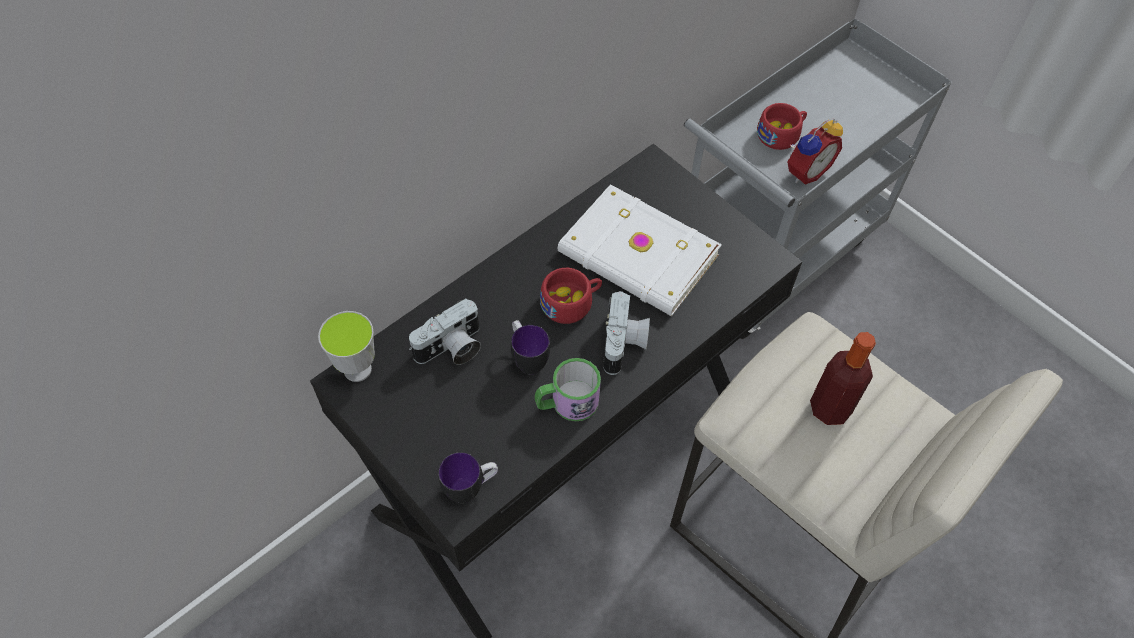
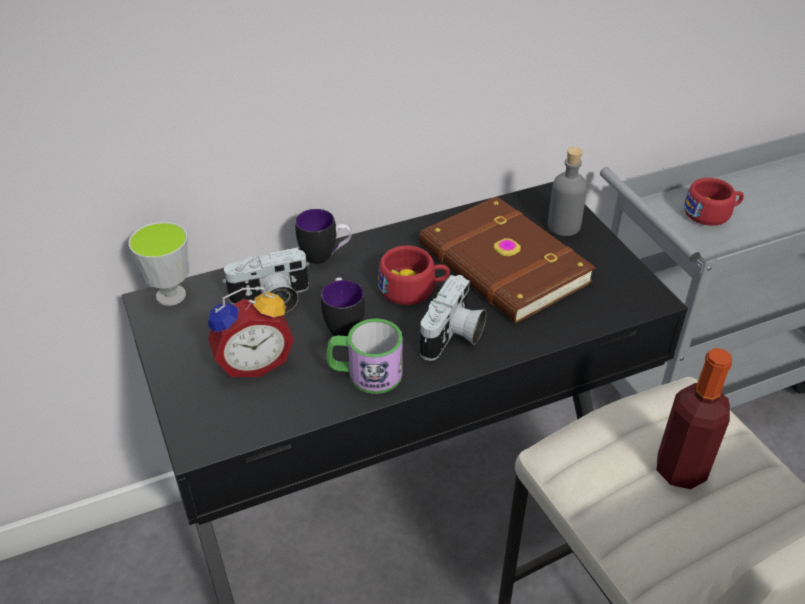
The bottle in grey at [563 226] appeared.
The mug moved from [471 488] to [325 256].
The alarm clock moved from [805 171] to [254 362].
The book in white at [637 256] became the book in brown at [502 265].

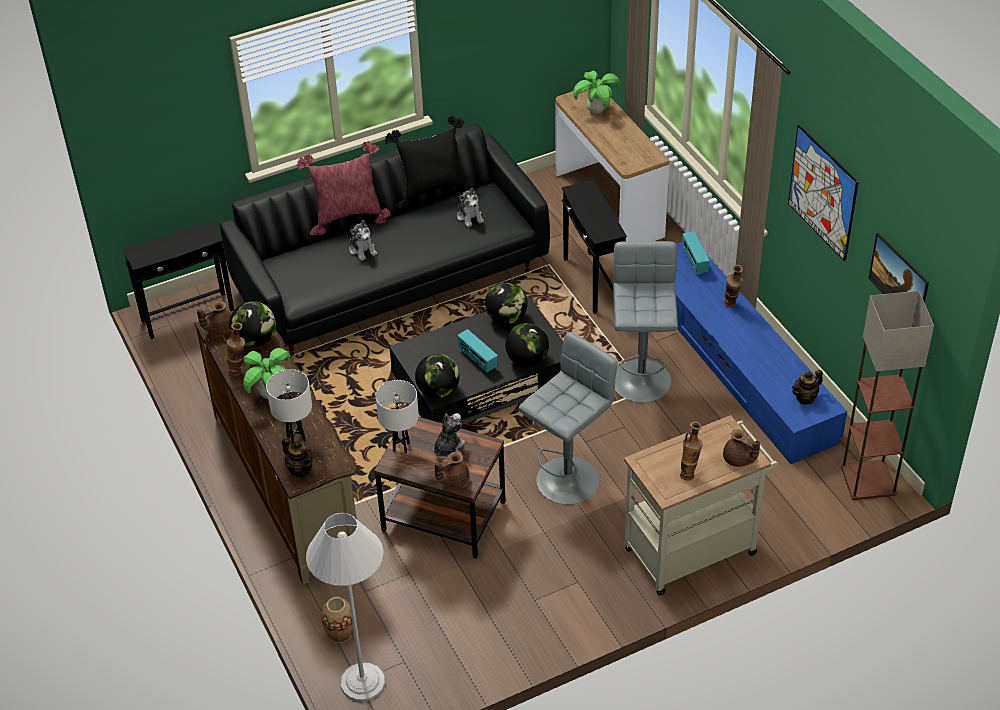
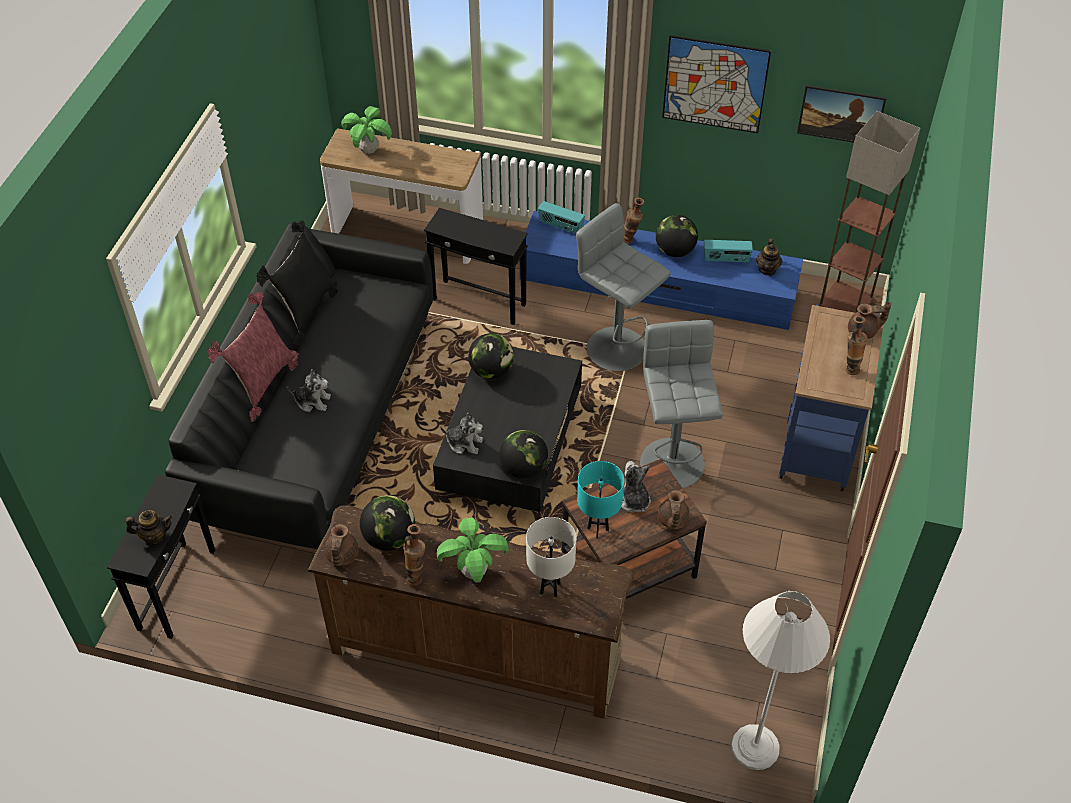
The vase at [340 633] disappeared.
The teapot moved from [300 469] to [154 536].
The plush toy moved from [470 216] to [464 443].
The radio moved from [477 360] to [726 260].
The globe moved from [527 360] to [675 251].
The table lamp in white at [401 447] became the table lamp in turquoise at [598 529].
The cart in beige at [694 551] became the cart in blue at [818 441].

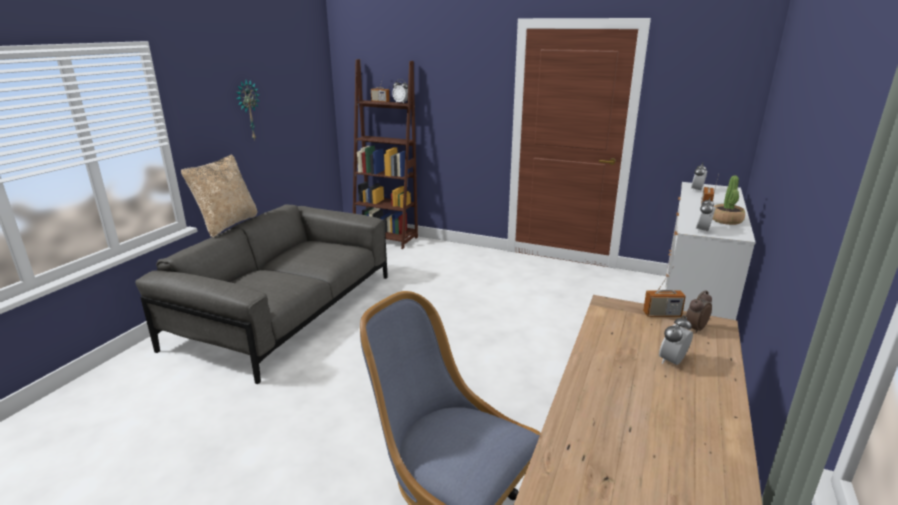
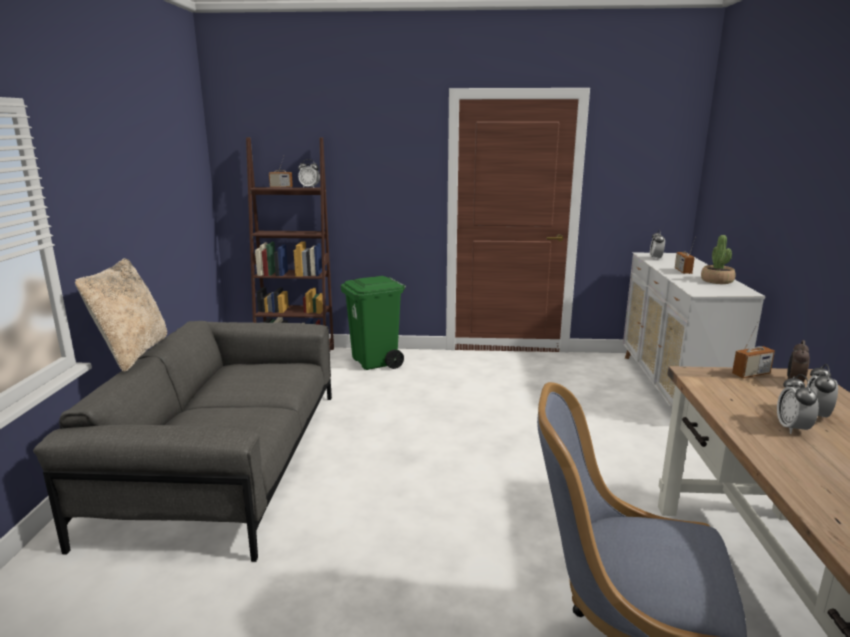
The wall clock at [248 110] disappeared.
The trash can in green at [375 362] appeared.
The alarm clock moved from [703 231] to [792 428].

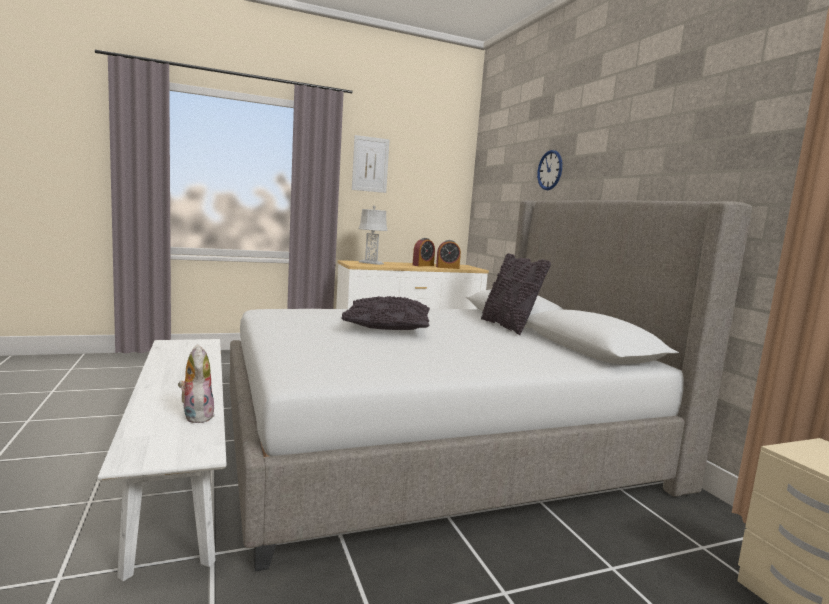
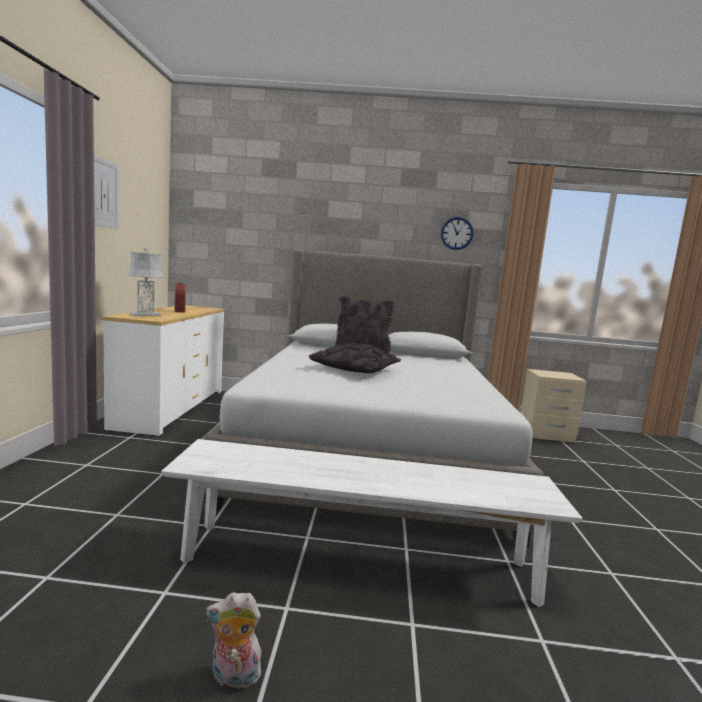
The alarm clock at [447 267] disappeared.
The plush toy moved from [196 416] to [233 678].
The wall clock moved from [550 170] to [456 233].

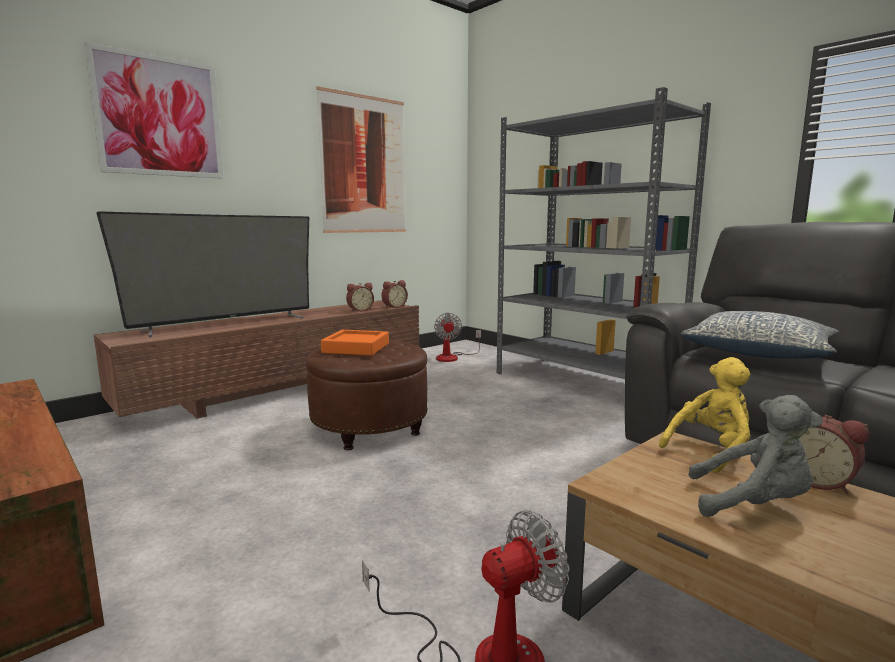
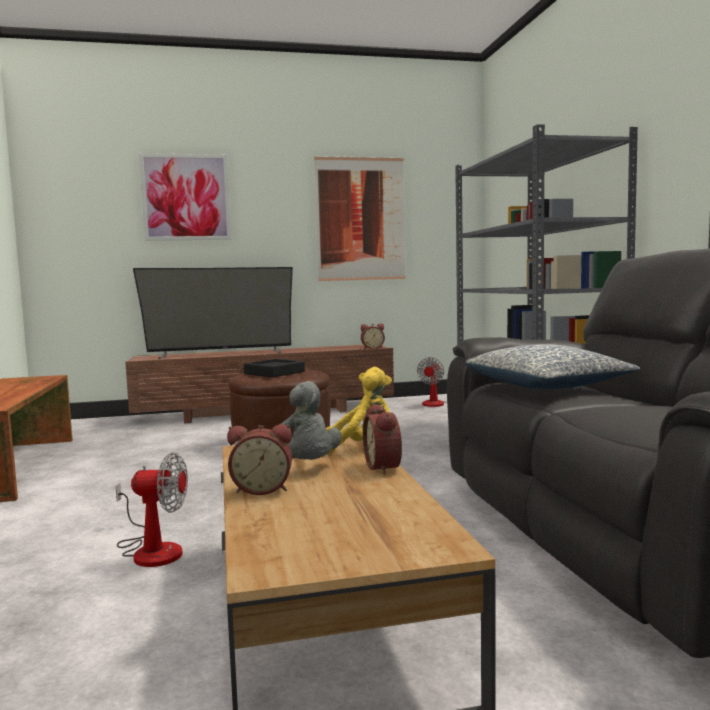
The alarm clock moved from [360 310] to [262 489].
The tray in orange at [356 348] became the tray in black at [274 372].

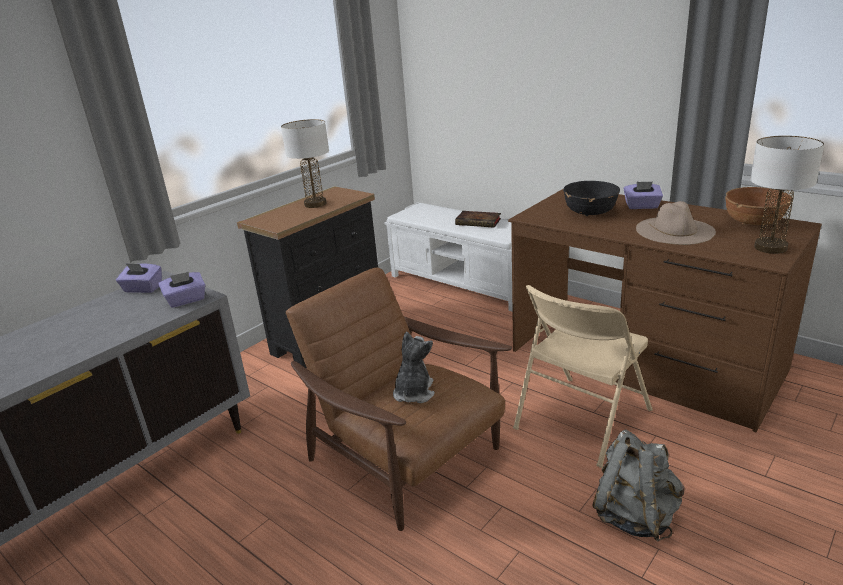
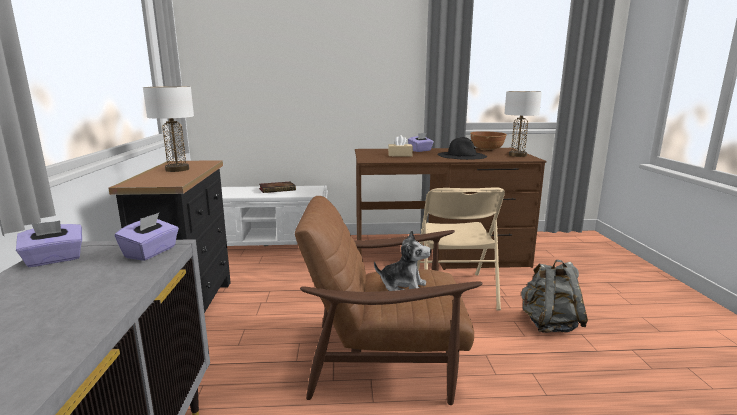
The bowl in black at [590 213] was replaced by the tissue box in beige at [400 155].
The hat in beige at [675 230] became the hat in black at [462 155].
The plush toy at [413 393] turned 135 degrees clockwise.

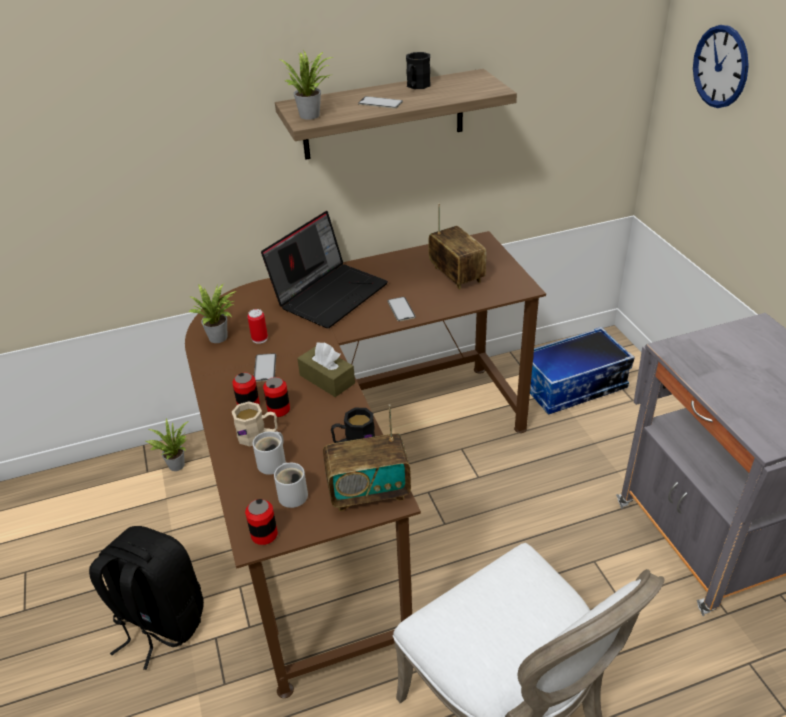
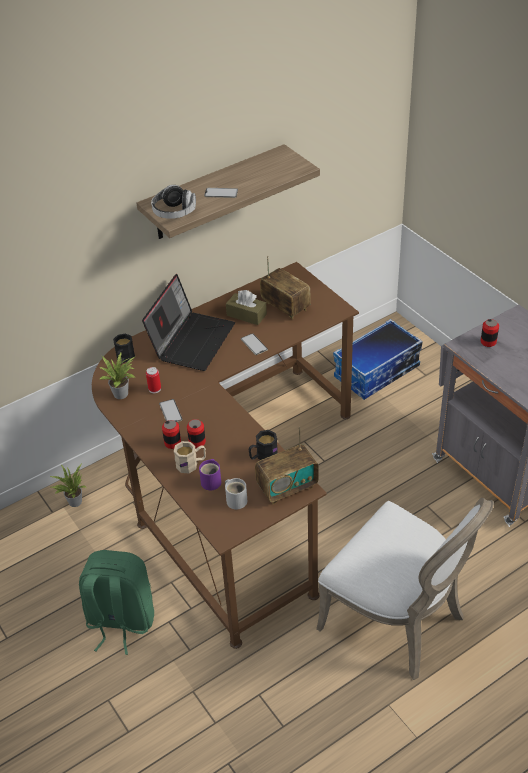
The wall clock at [720 66] disappeared.
The can moved from [264 535] to [488 342].
The tissue box in brown moved from [327 379] to [246 315].
The mug in black moved from [416 86] to [124 359].
The potted plant at [312 115] was replaced by the headphones at [174 212].
The backpack in black at [159 622] became the backpack in green at [120 621].
The mug in white at [274 462] became the mug in purple at [212 481].

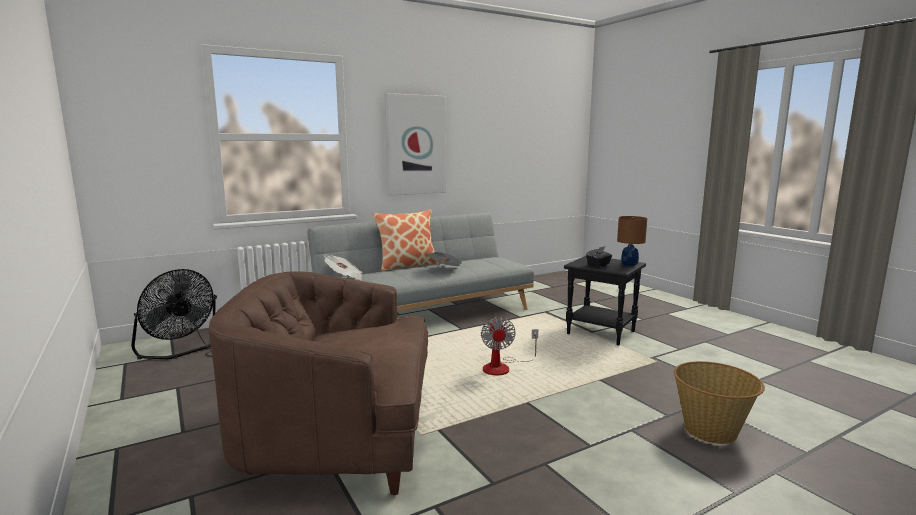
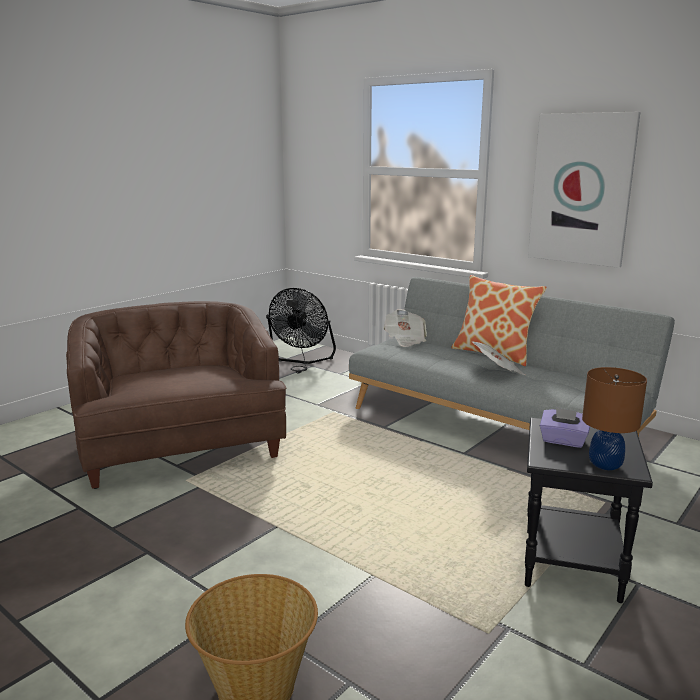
The fan at [503 367] disappeared.
The tissue box in black at [599 265] became the tissue box in purple at [563 441].

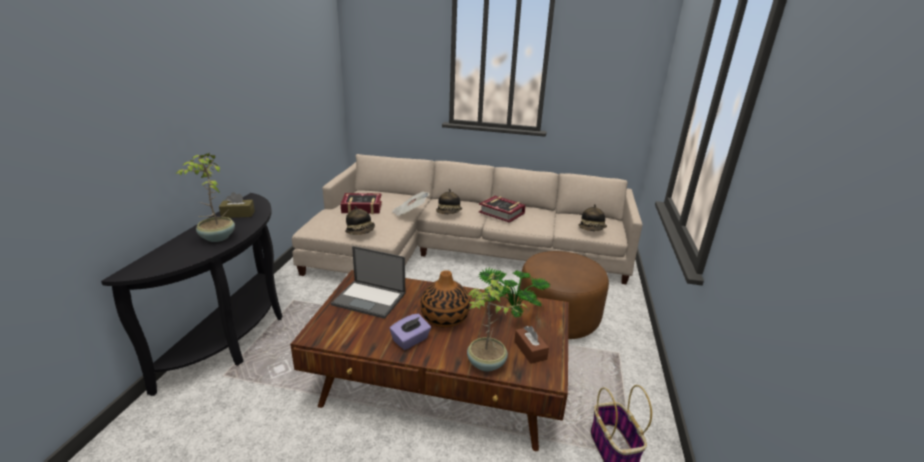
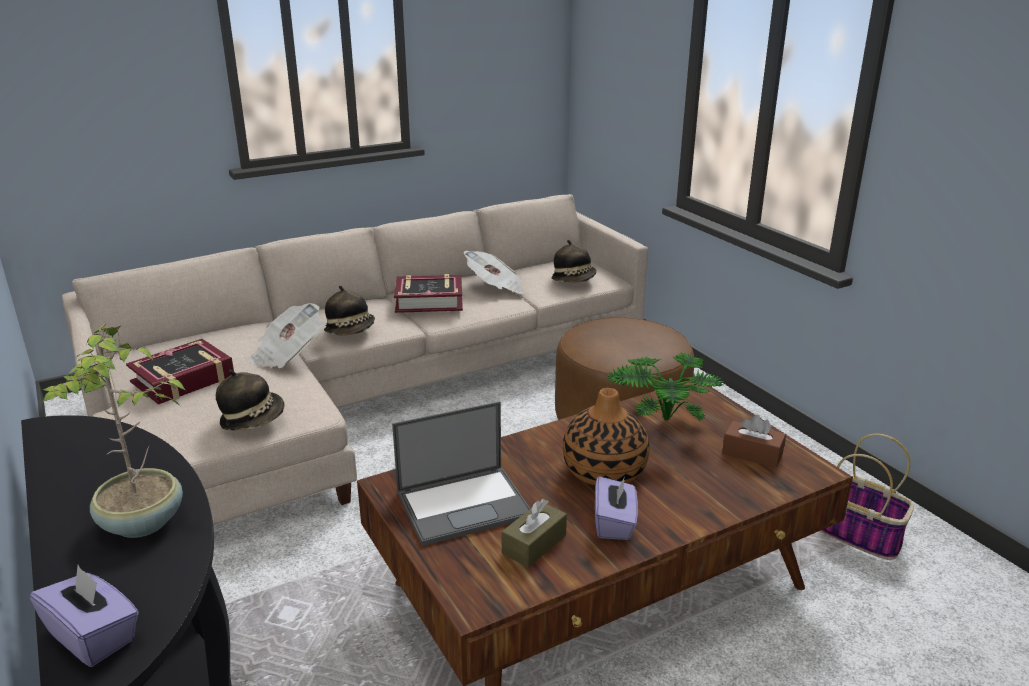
The potted plant at [486 364] disappeared.
The tissue box in purple at [94 636] appeared.
The newspaper at [496 288] appeared.
The tissue box in brown moved from [238 214] to [534 544].

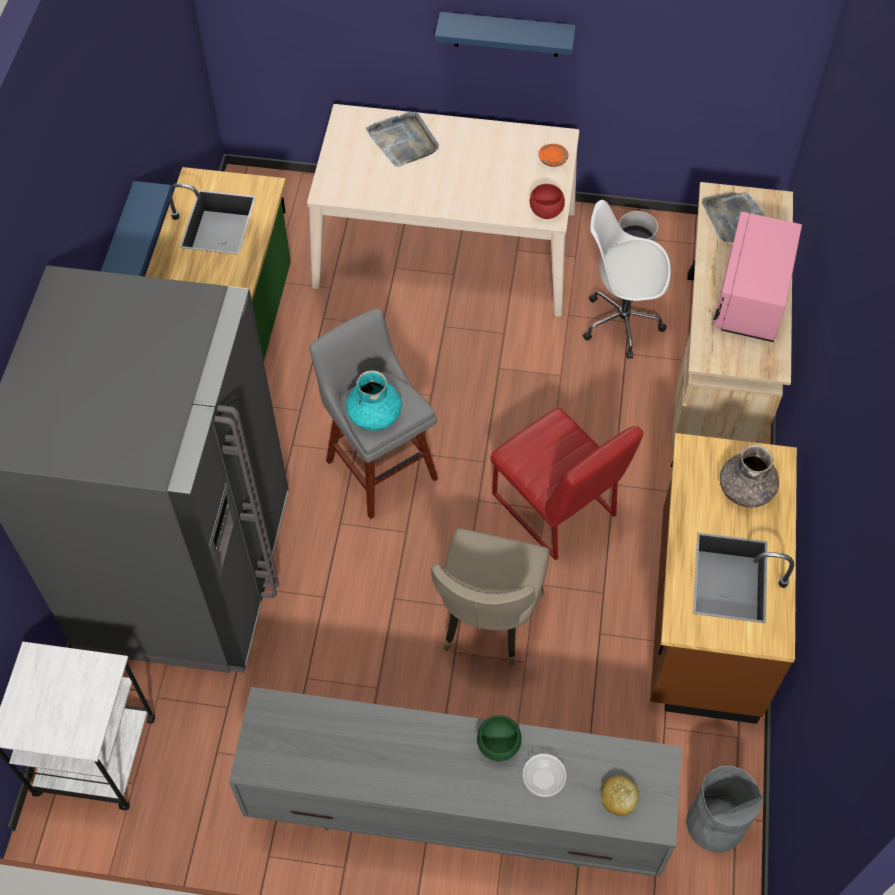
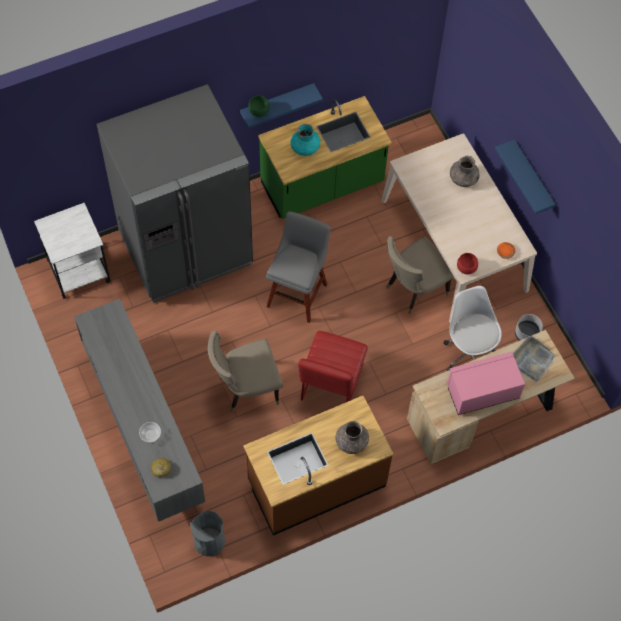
The chair in beige at [413 290] appeared.
The vase in turquoise moved from [375 415] to [305 147].
The bowl in green moved from [499 745] to [259 112].
The tray in grey at [404 141] was replaced by the vase in grey at [463 178].

